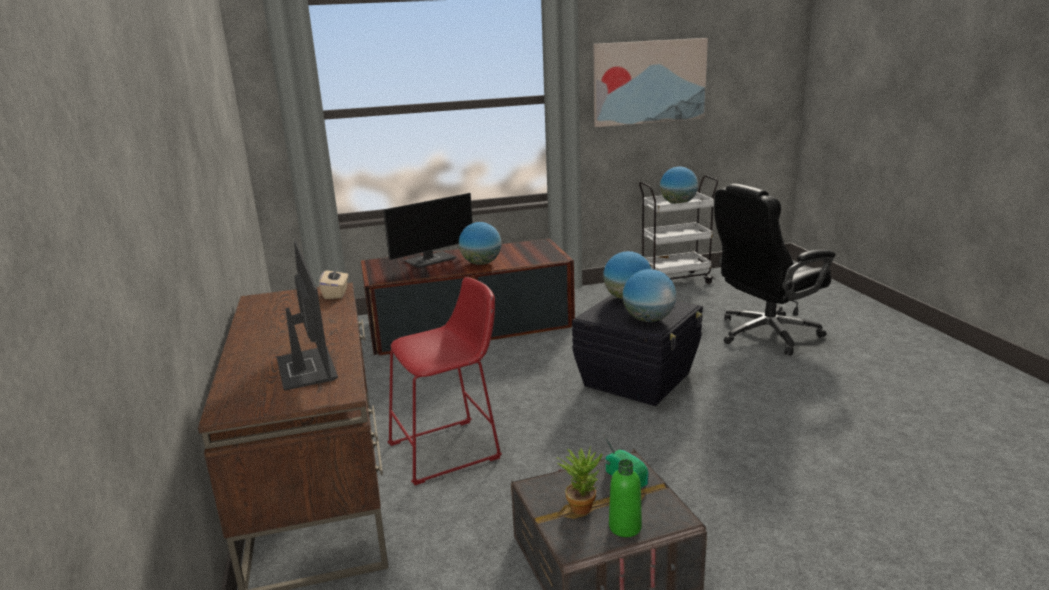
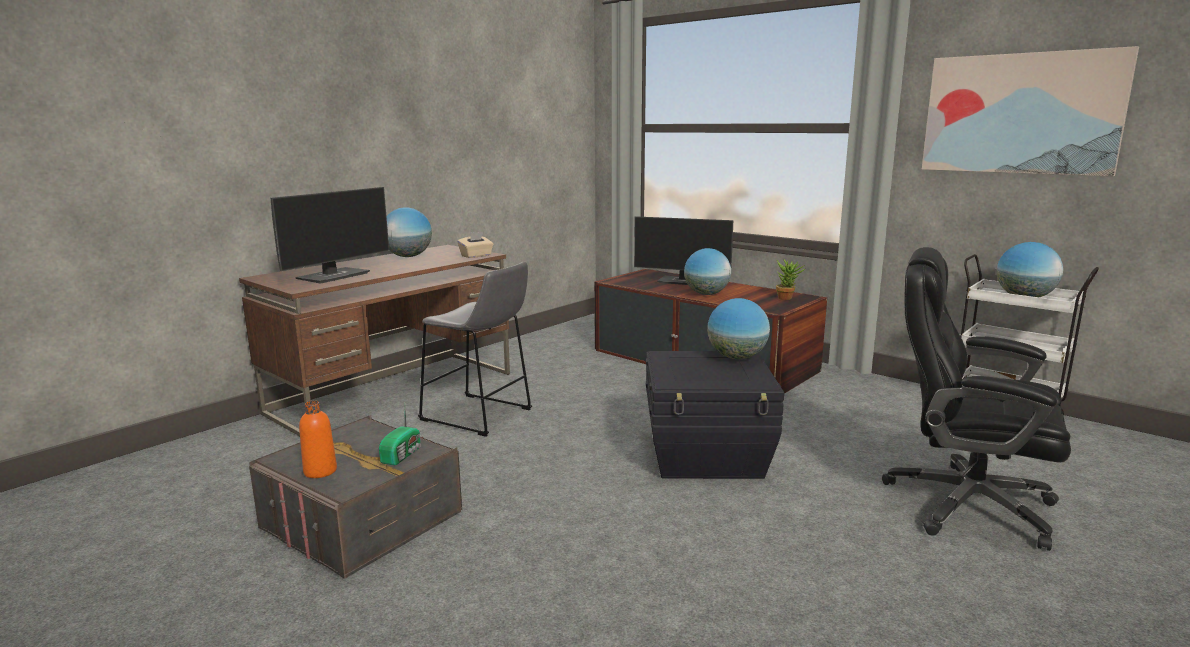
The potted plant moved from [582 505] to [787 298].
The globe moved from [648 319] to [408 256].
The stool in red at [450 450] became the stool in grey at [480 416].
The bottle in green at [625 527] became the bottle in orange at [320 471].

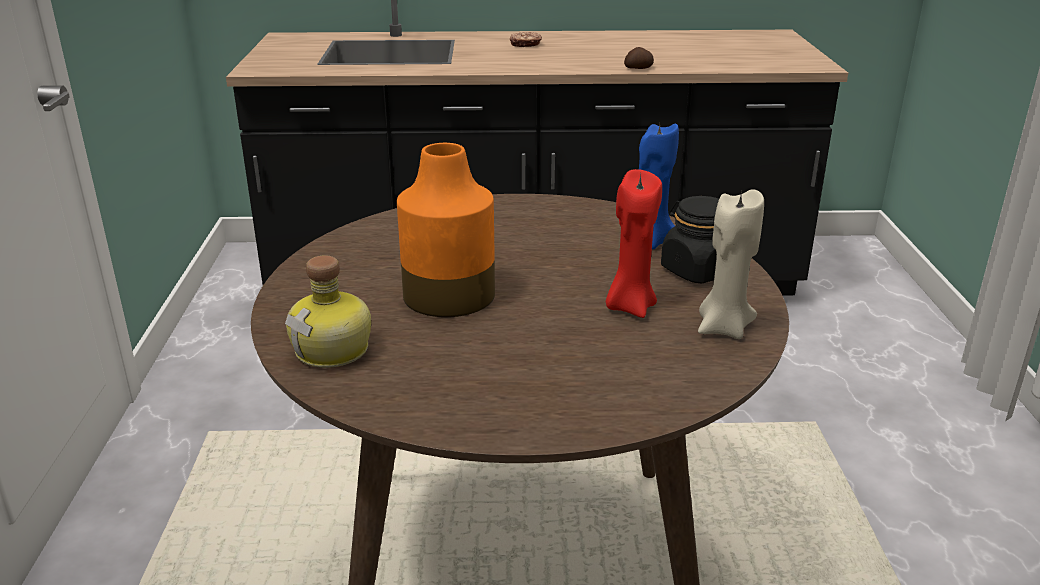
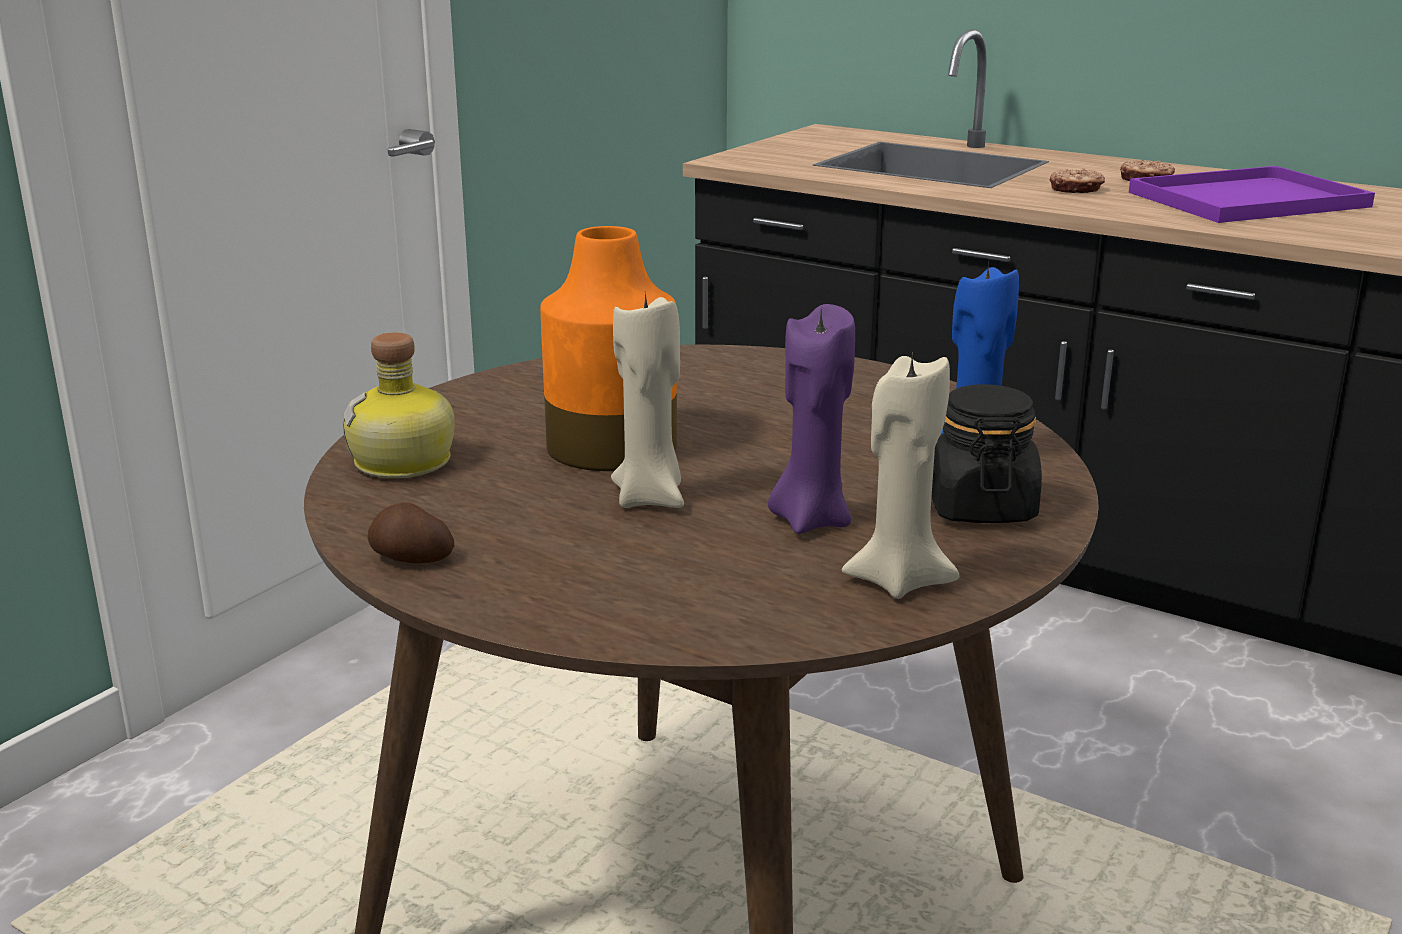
The candle in beige at [651 498] appeared.
The donut at [1076 189] appeared.
The tray in purple at [1249 199] appeared.
The potato moved from [639 68] to [410 559].
The candle in red at [630 306] became the candle in purple at [811 520].

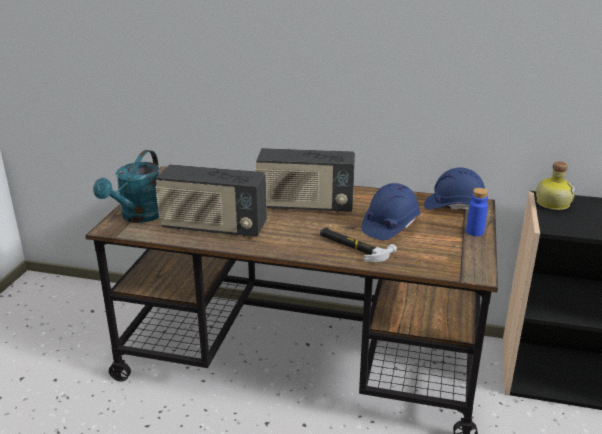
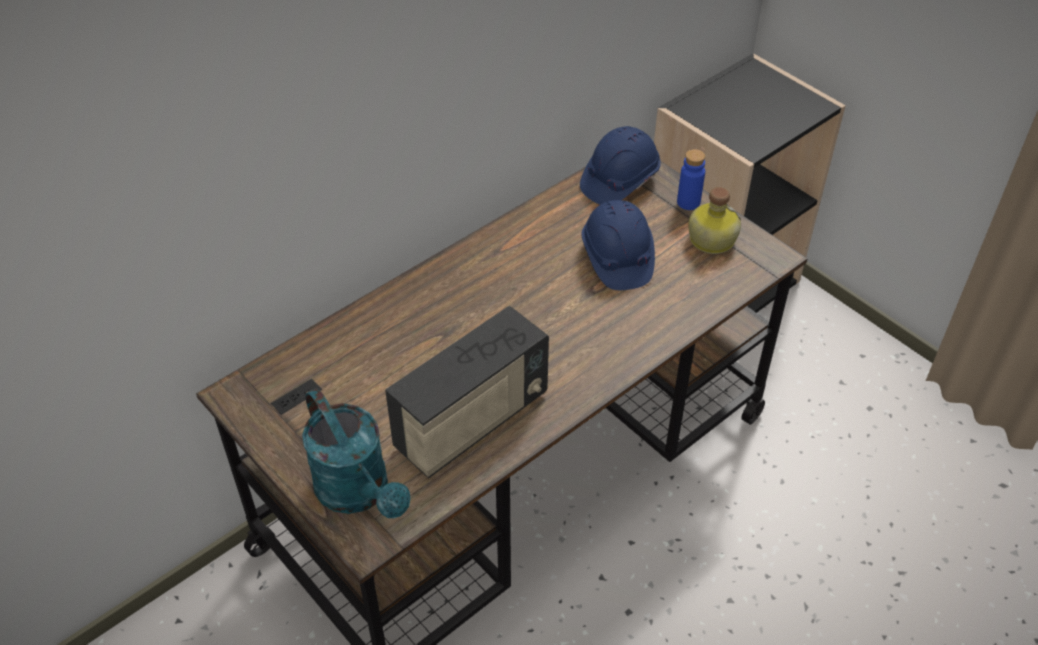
The radio at [305 206] disappeared.
The hammer at [353 246] disappeared.
The bottle moved from [552 203] to [710 239].

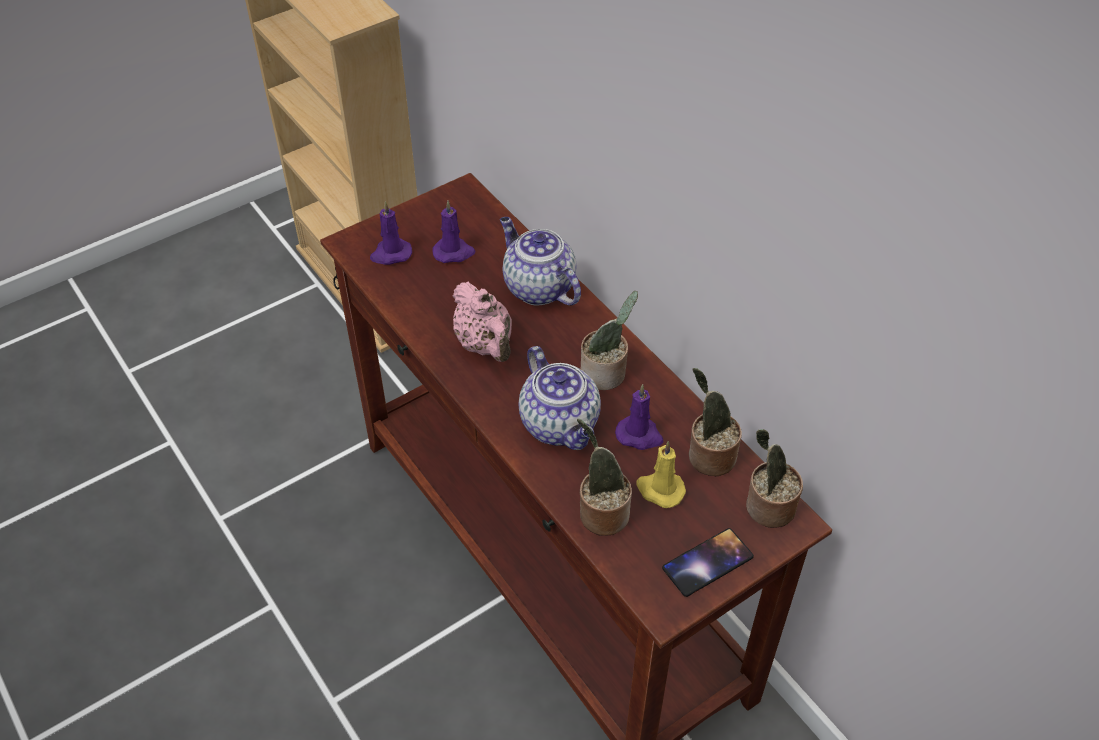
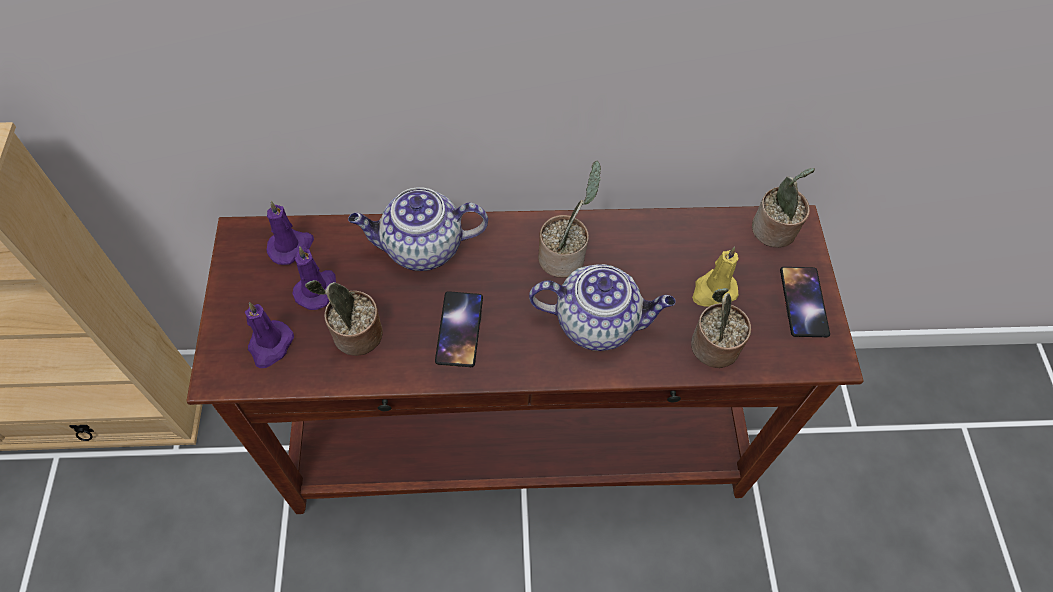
The candle in purple moved from [640 435] to [291 247].
The potted plant moved from [708 456] to [354 336].
The teapot in pink at [485 345] was replaced by the phone at [459 329].

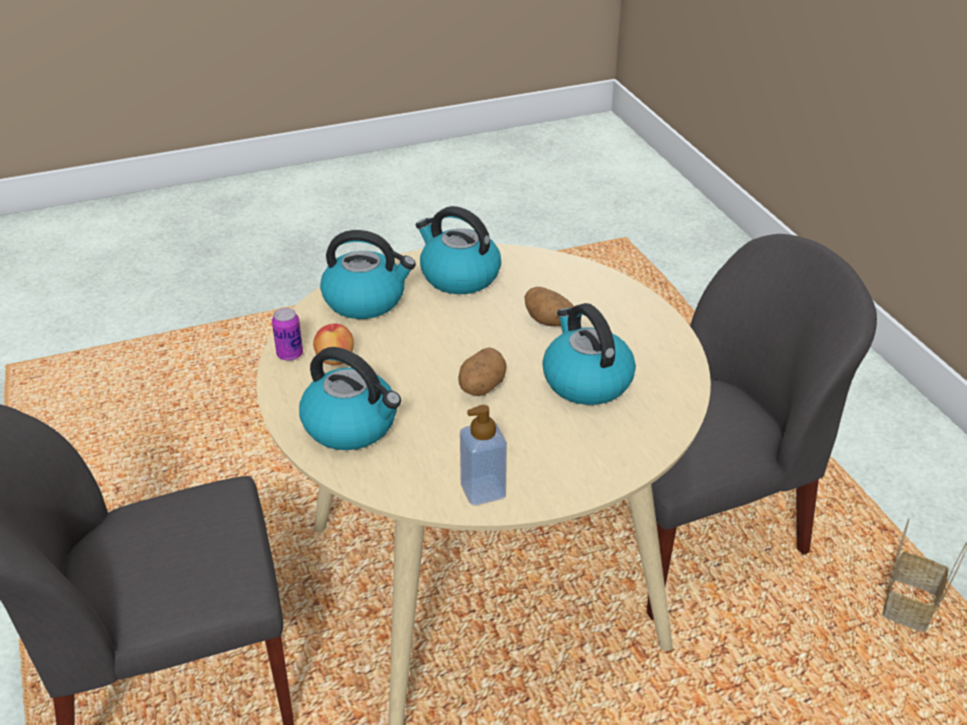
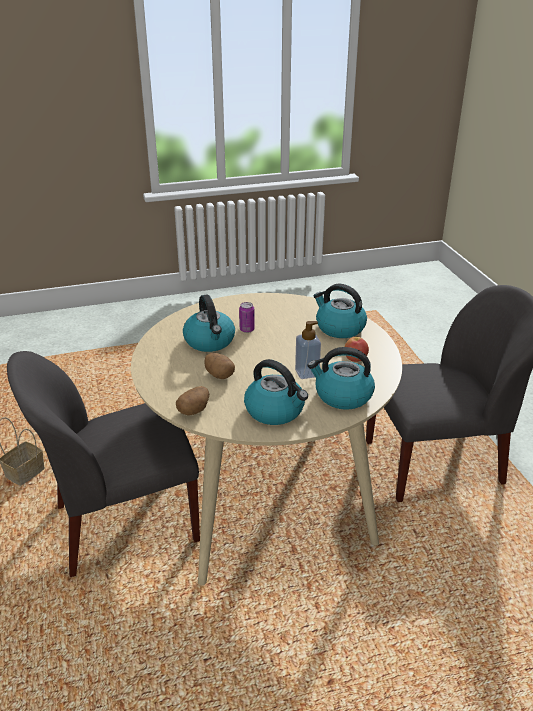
The can moved from [290 354] to [247 329].
The potato moved from [481 388] to [194 410].
The soap dispenser moved from [483 491] to [307 373].

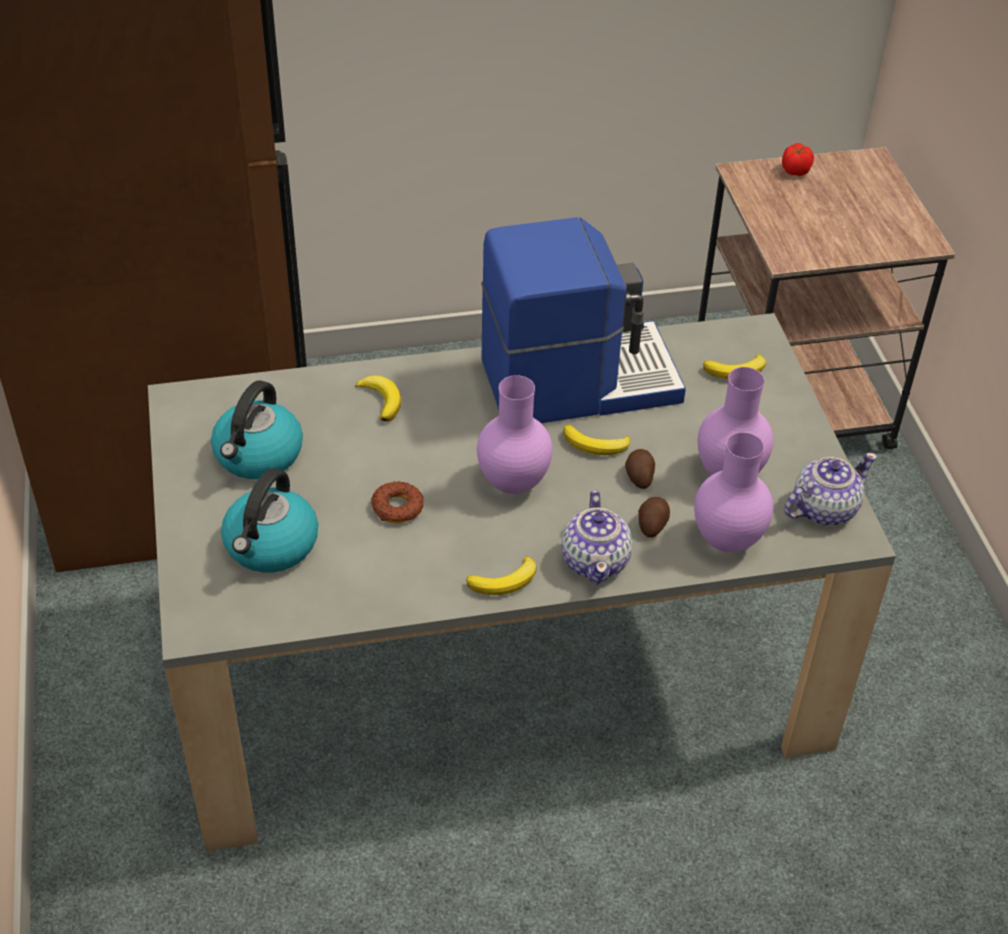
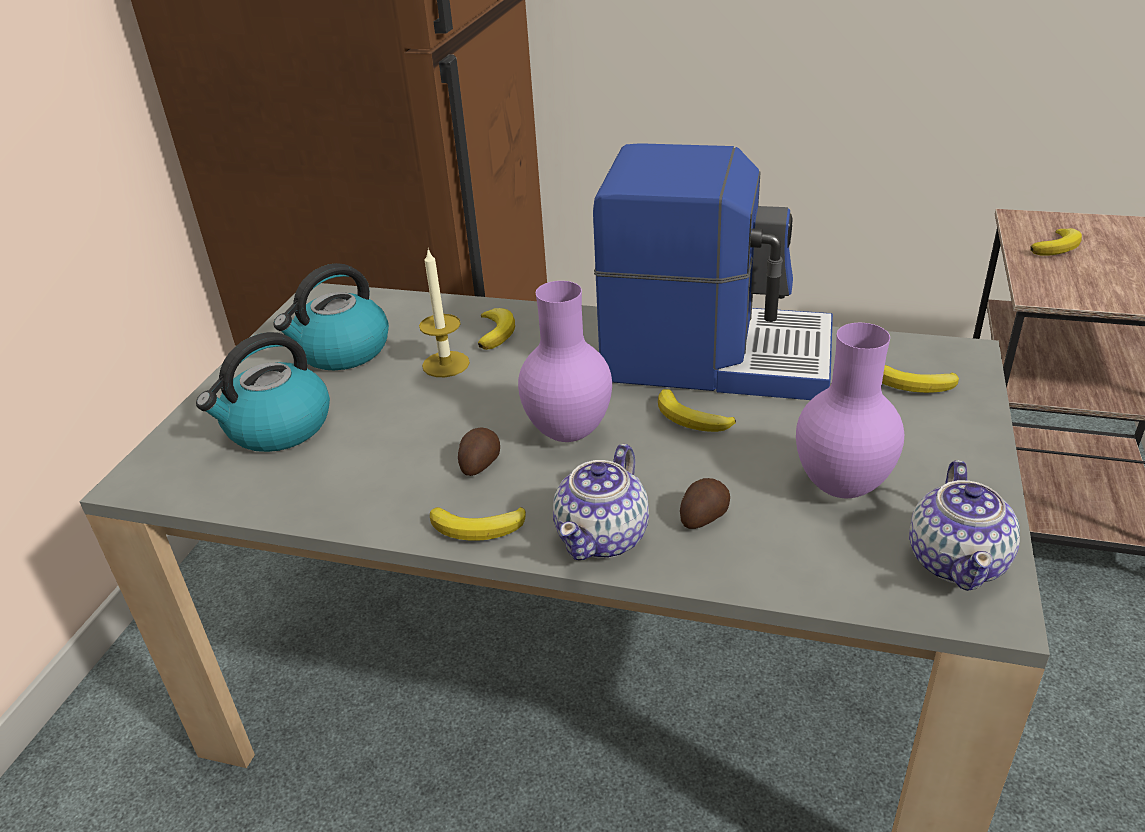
The donut at [397 507] disappeared.
The vase in purple at [725 541] disappeared.
The tomato at [794 171] disappeared.
The candle at [446 364] appeared.
The banana at [1057 247] appeared.
The potato moved from [639 476] to [479 463].
The teapot at [823 509] turned 105 degrees clockwise.

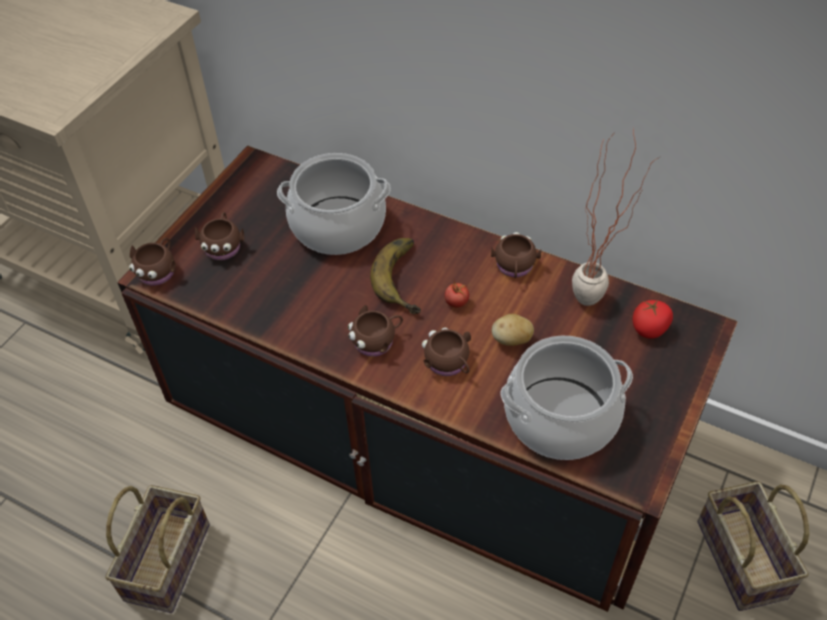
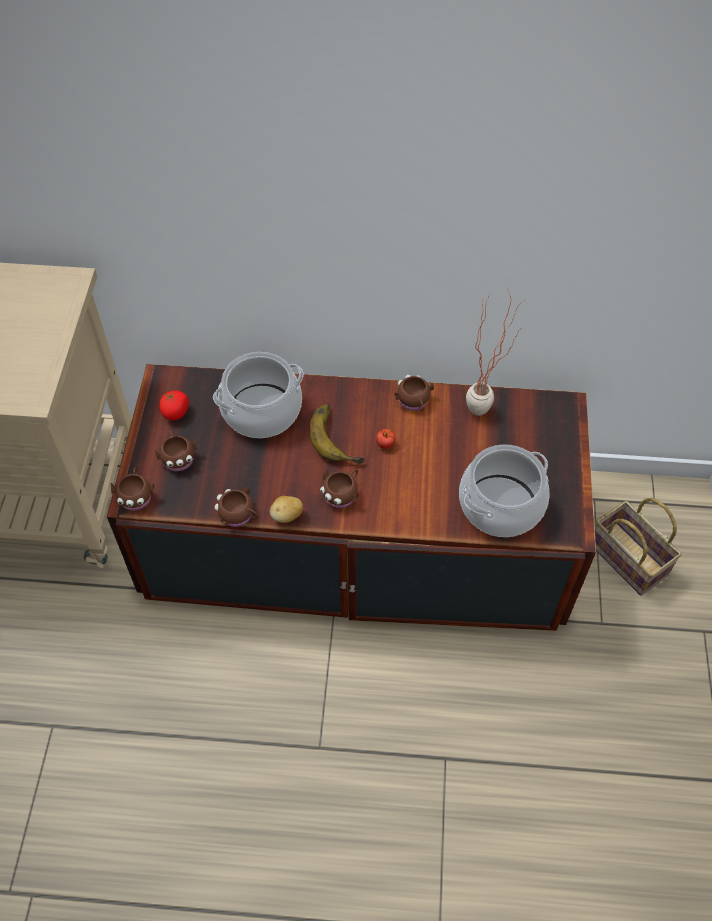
The basket at [168 564] disappeared.
The mug in brown moved from [449 364] to [239 515].
The potato moved from [511 340] to [286 516].
The tomato moved from [649 329] to [176 412].

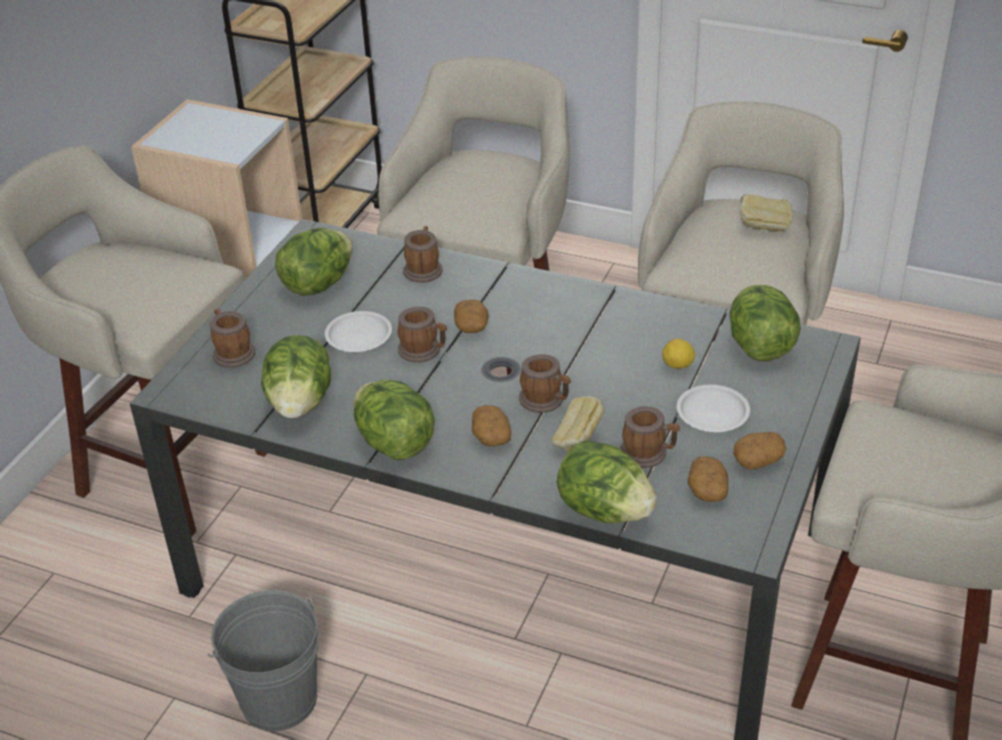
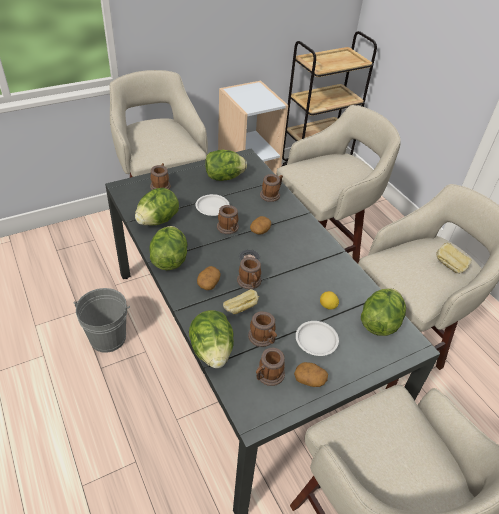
The potato at [707 490] was replaced by the mug at [268 376].

